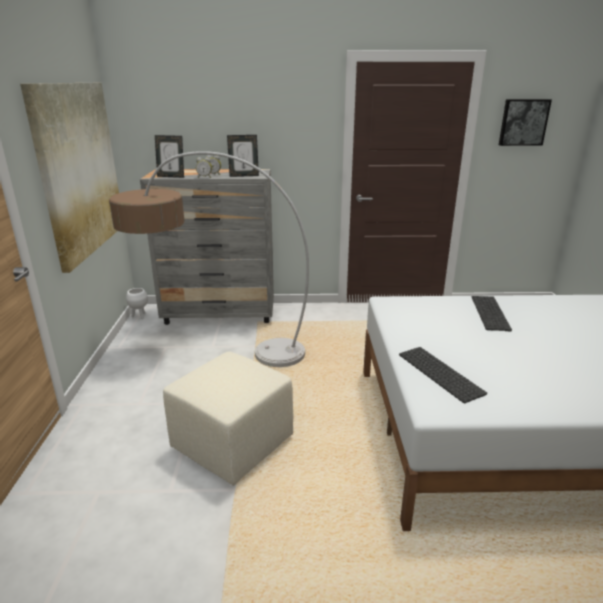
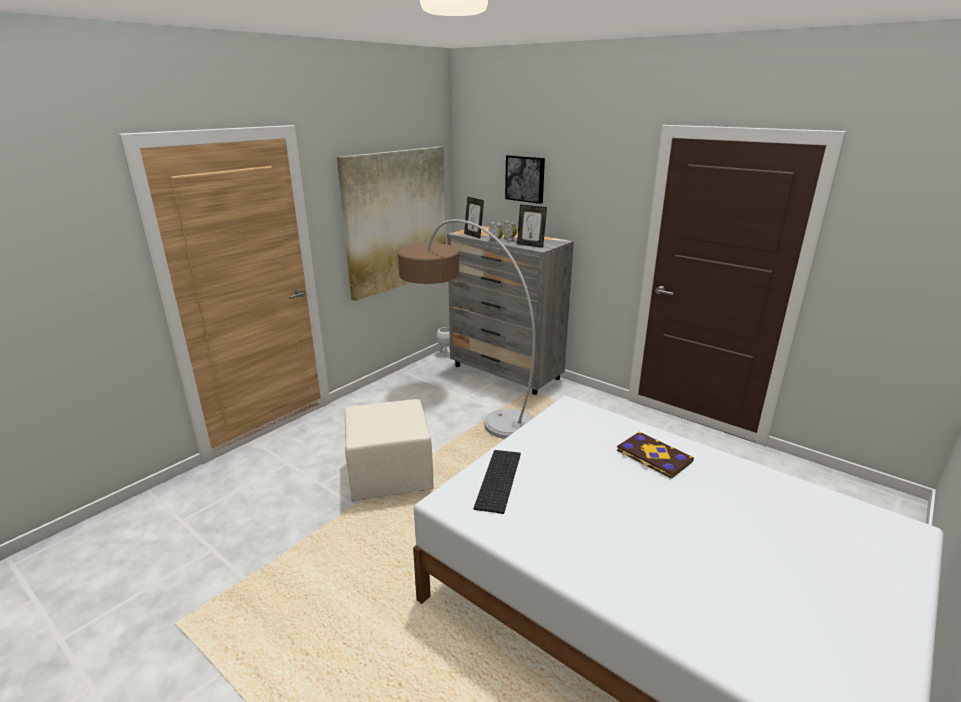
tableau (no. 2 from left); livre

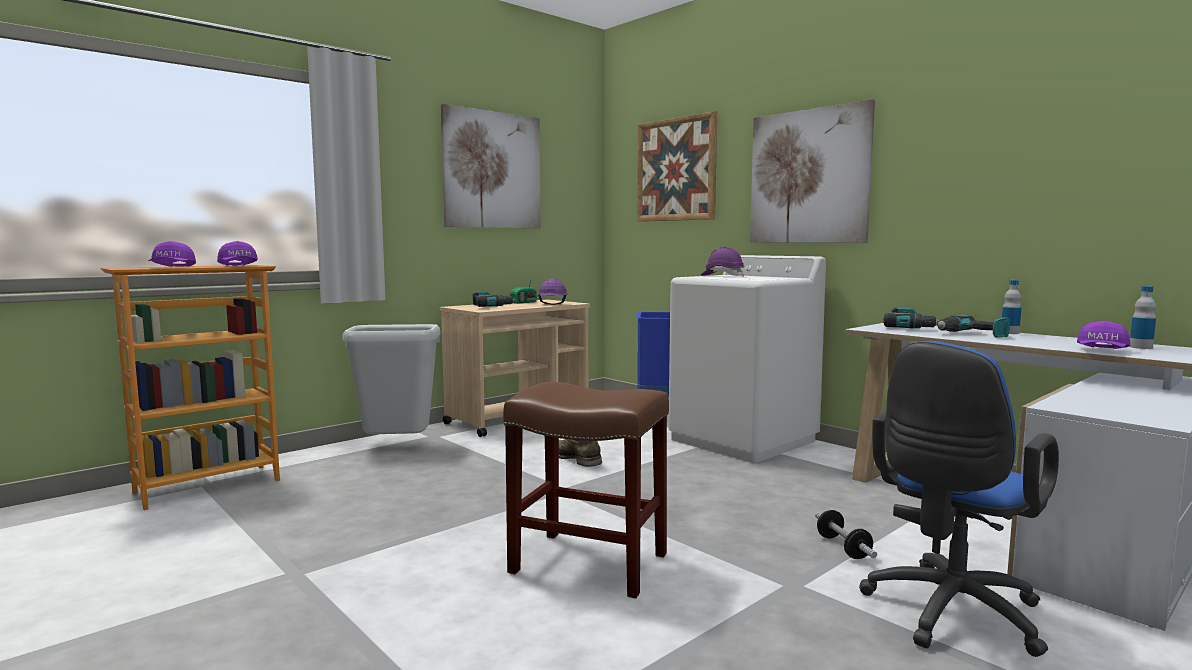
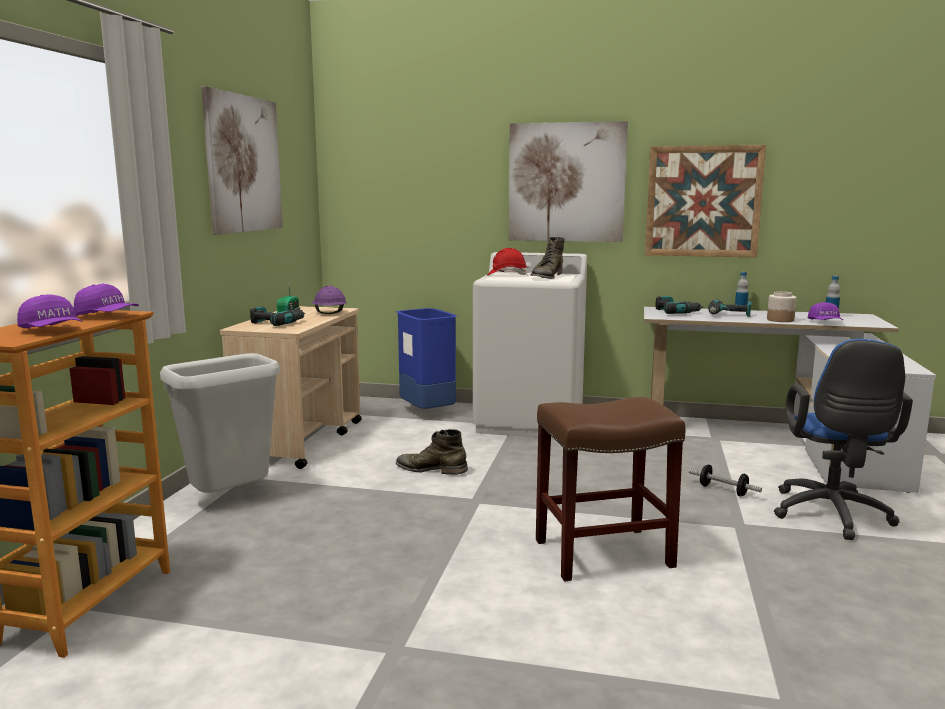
casque de chantier (rouge); botte (vert) (no. 2 from left); tableau (no. 3 from left); bocal

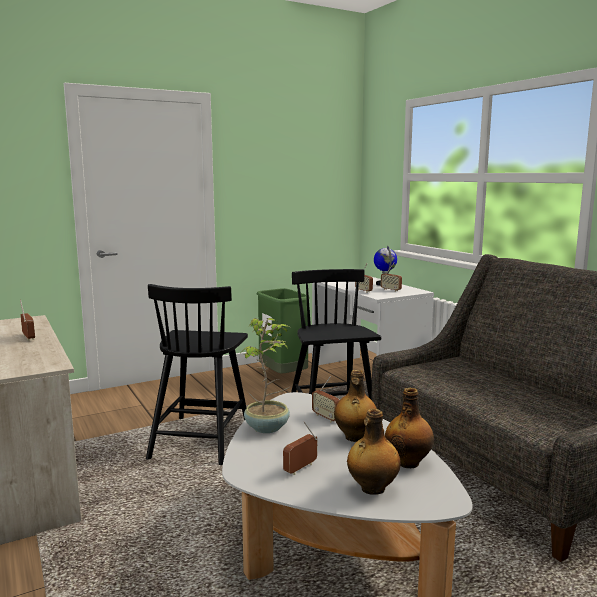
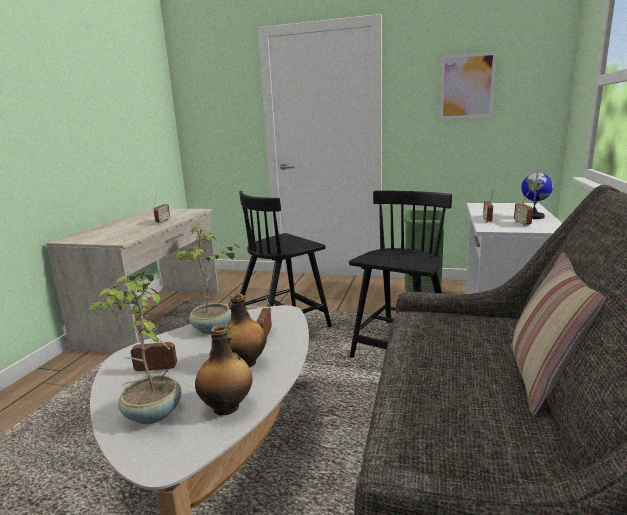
plante en pot (no. 1 from left); tableau; coussin

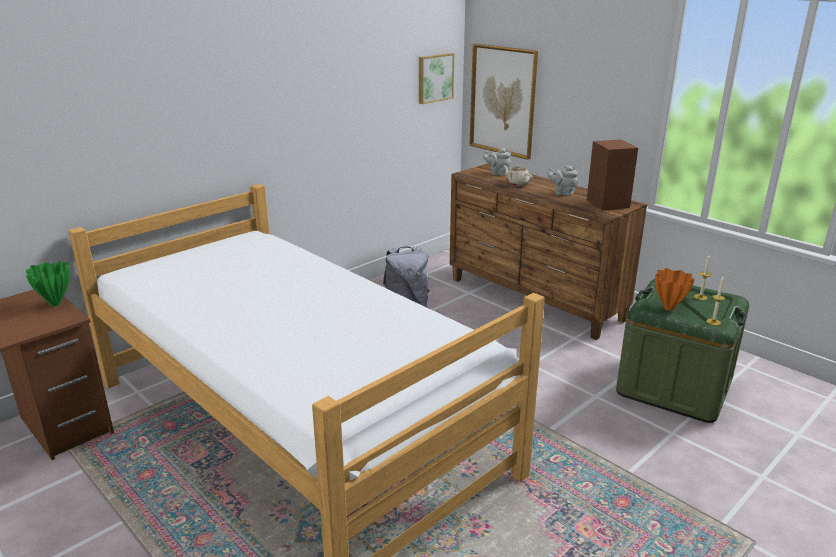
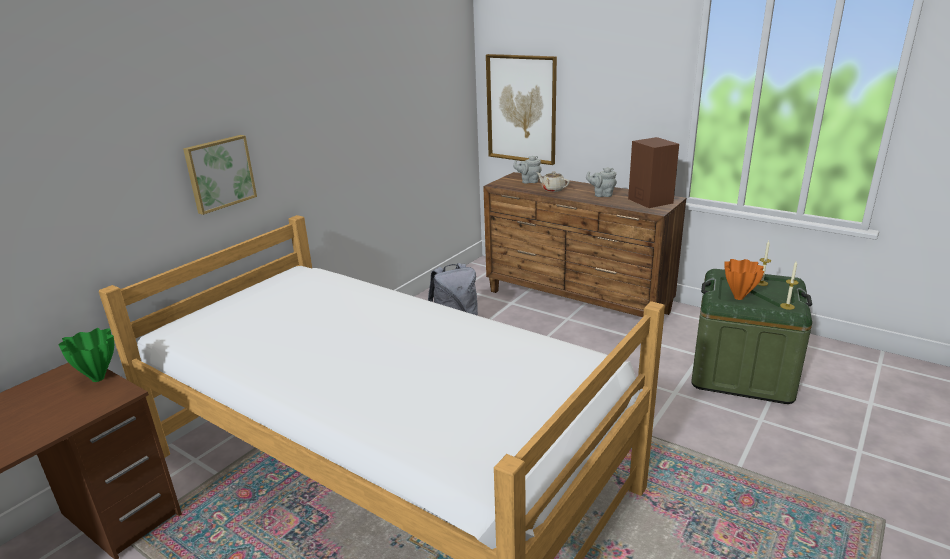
tableau (no. 1 from left)

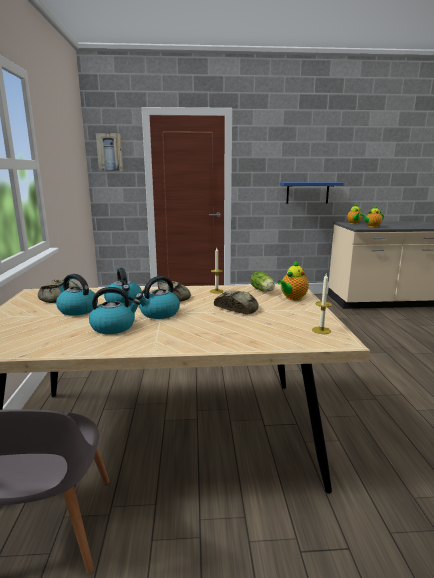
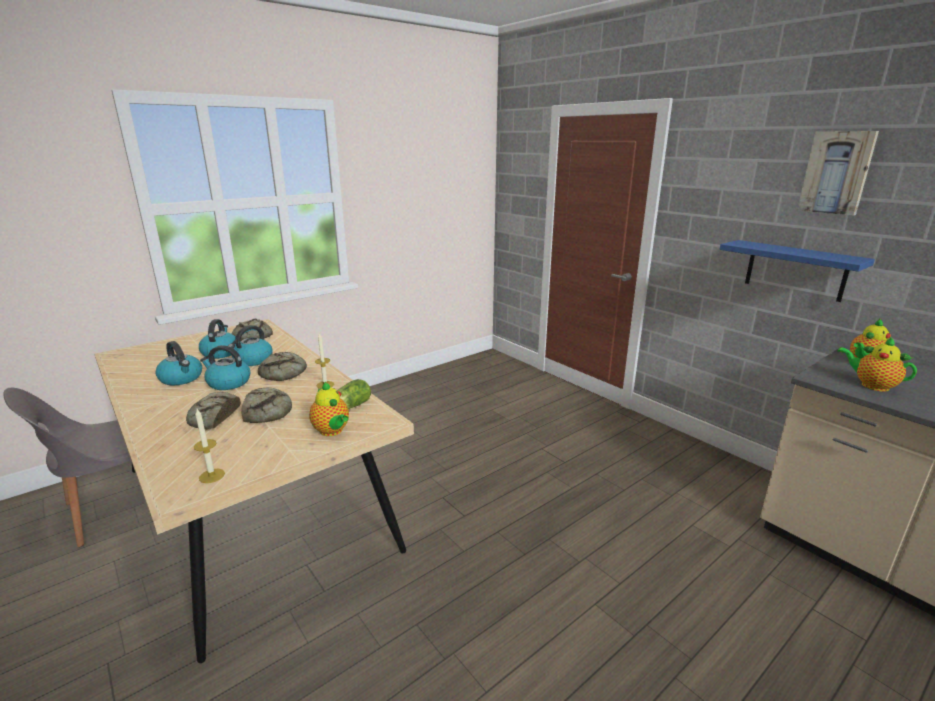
pain (no. 1 from left); théière (no. 1 from left); tableau

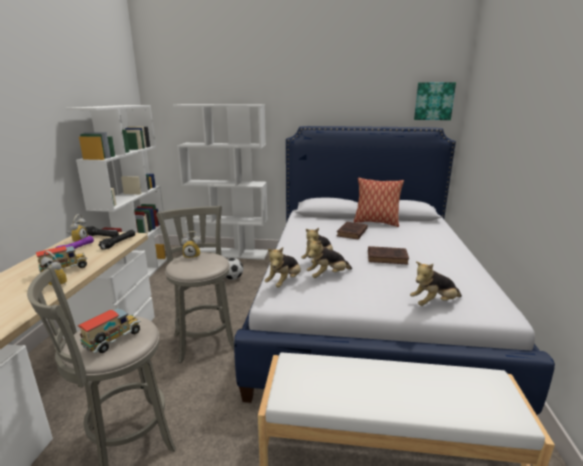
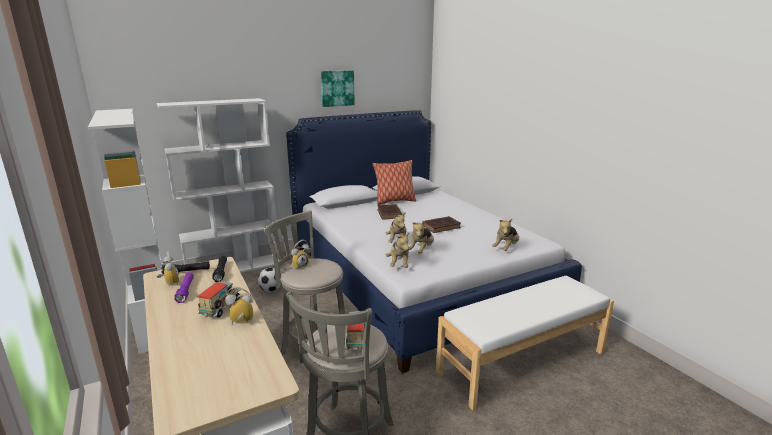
tableau

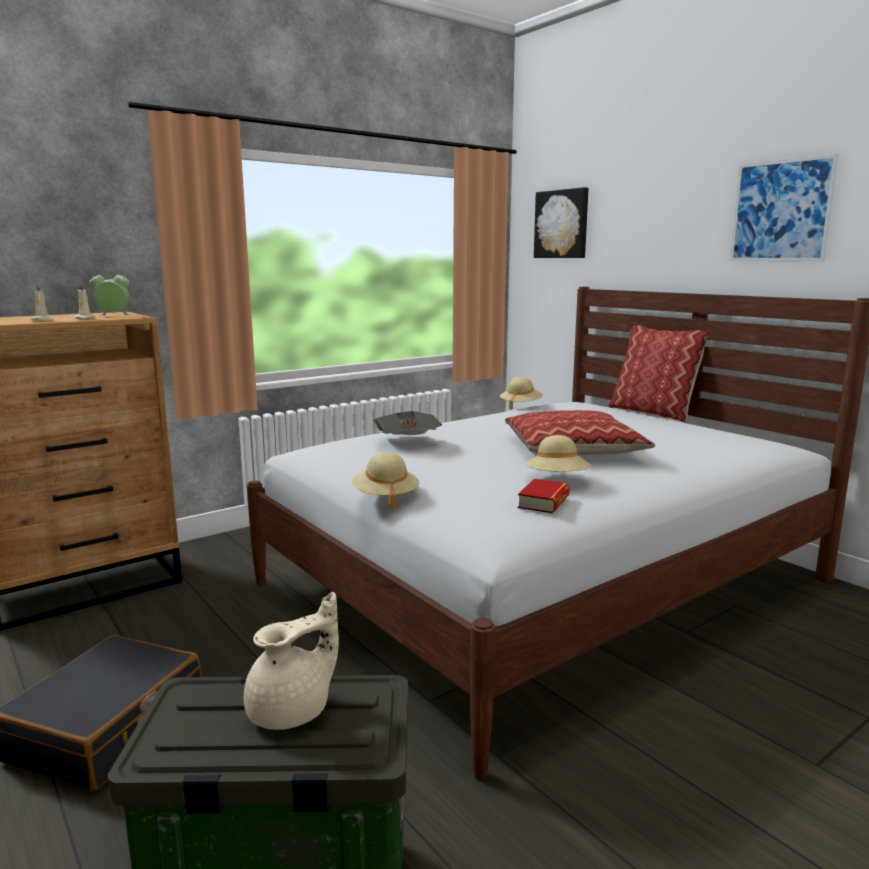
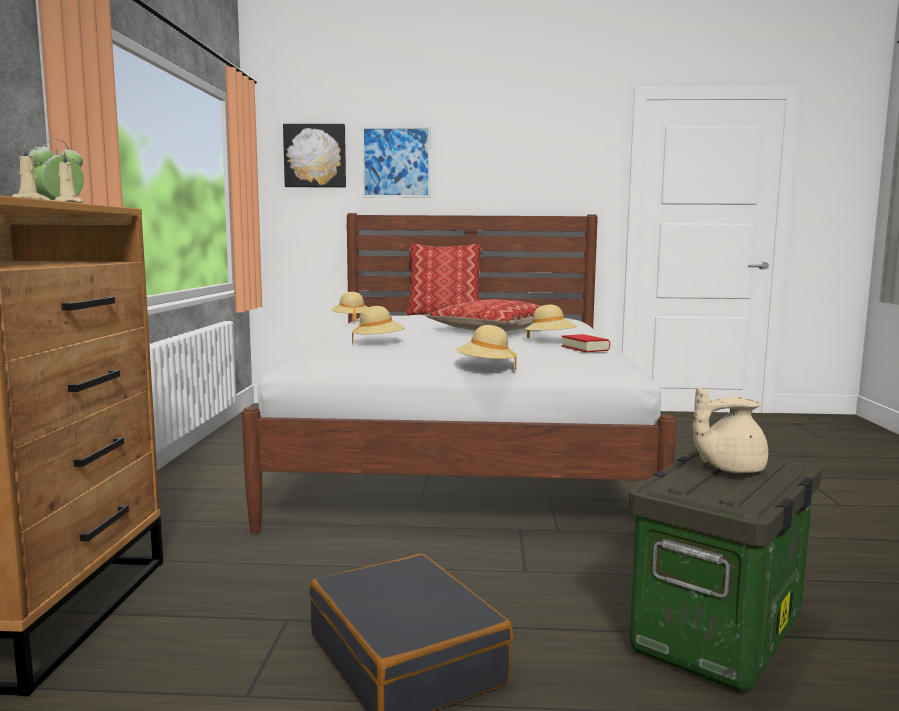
chapeau (beige) (no. 2 from left); tableau (no. 2 from left); théière (beige)

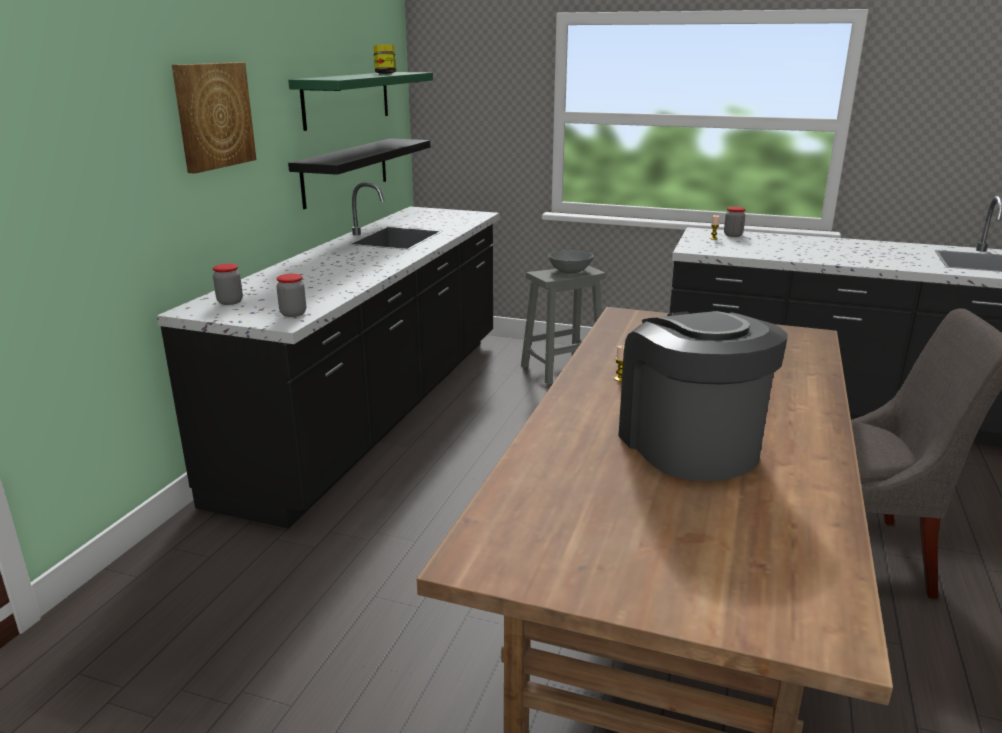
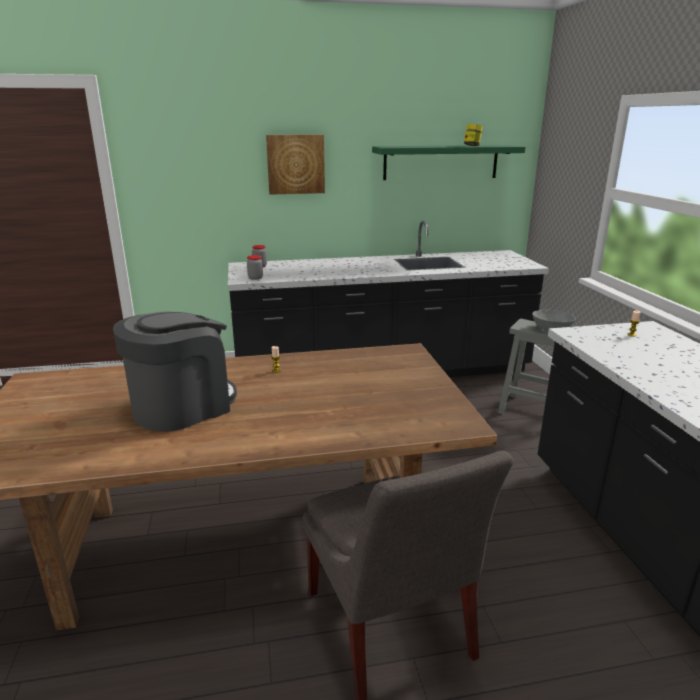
étagère (noir); bocal (no. 4 from left in the first image)

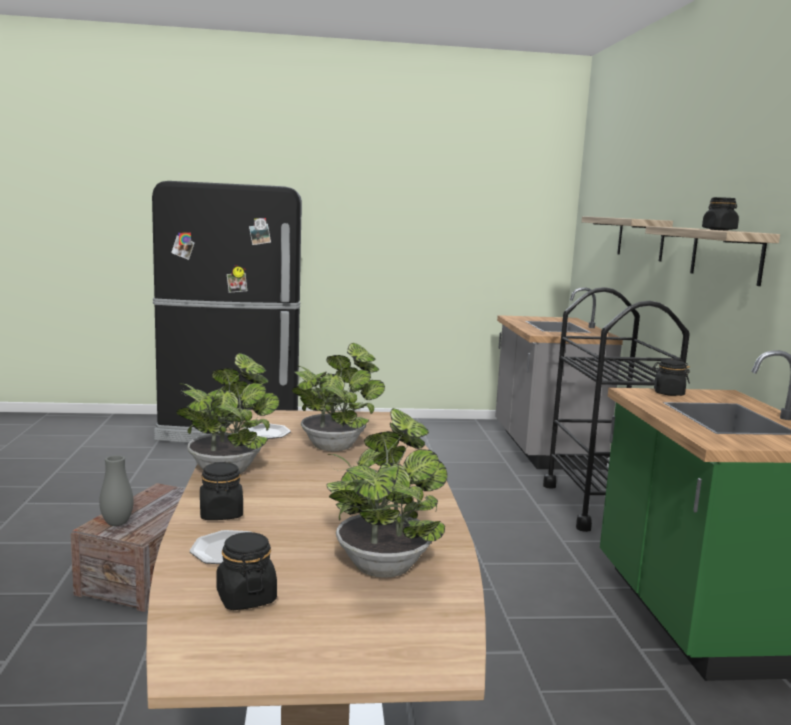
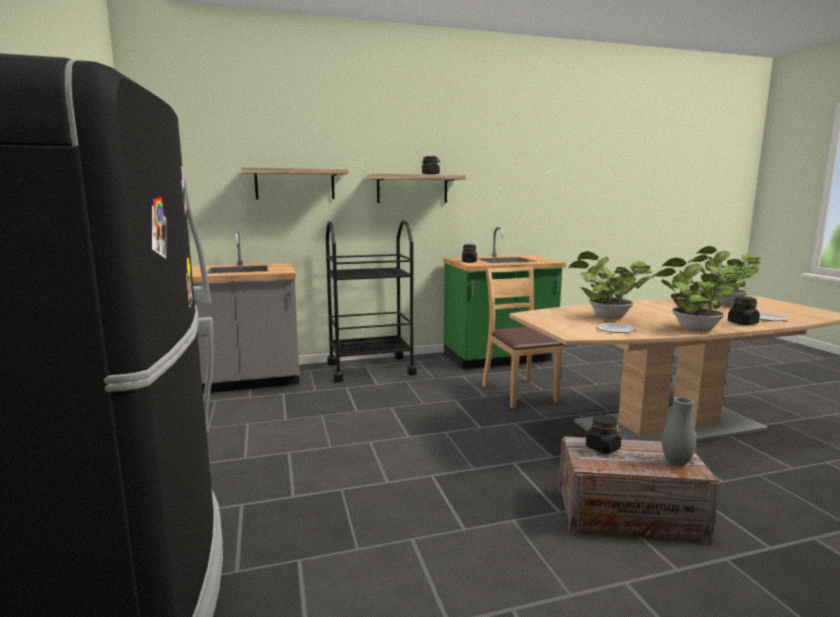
chaise (marron); bocal (noir) (no. 3 from left)

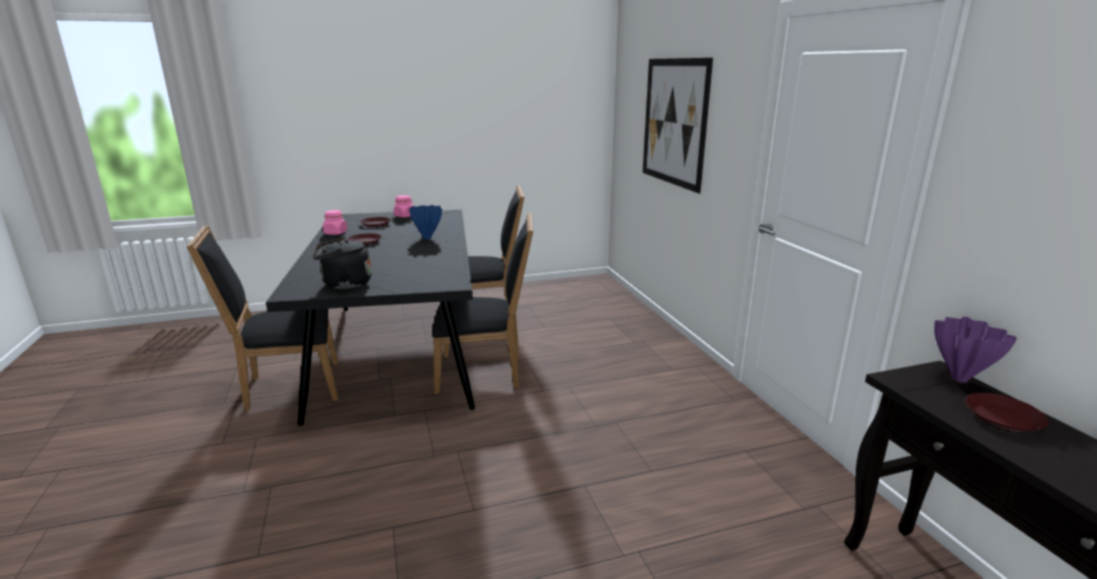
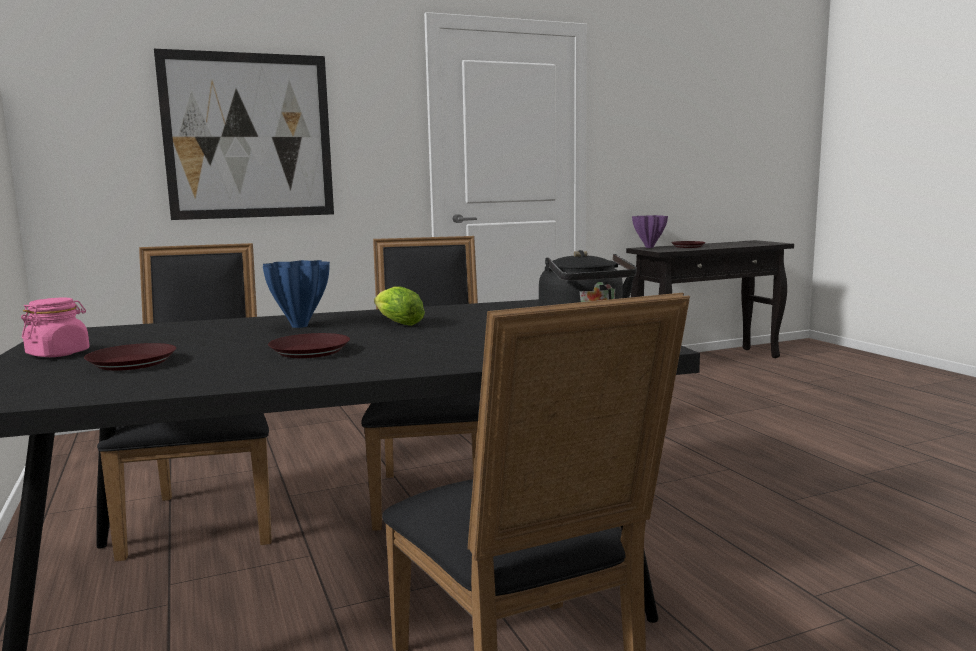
laitue; bocal (rose) (no. 1 from left in the first image)

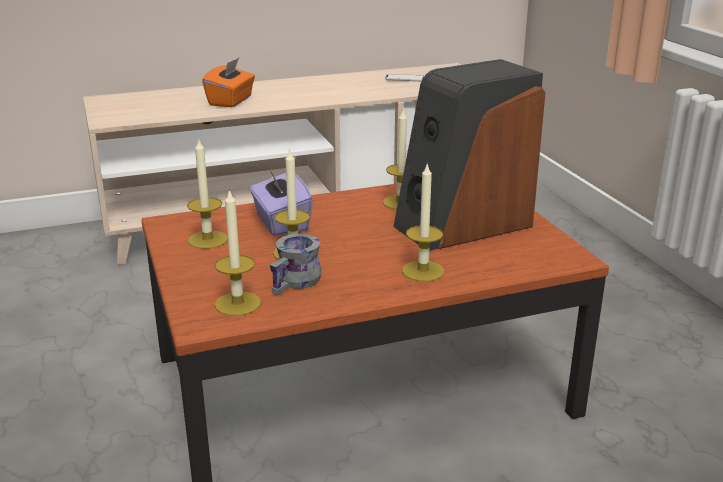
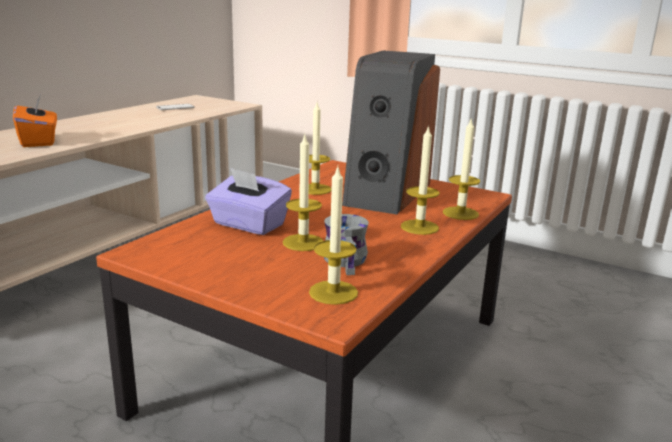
bougie (no. 5 from left)

